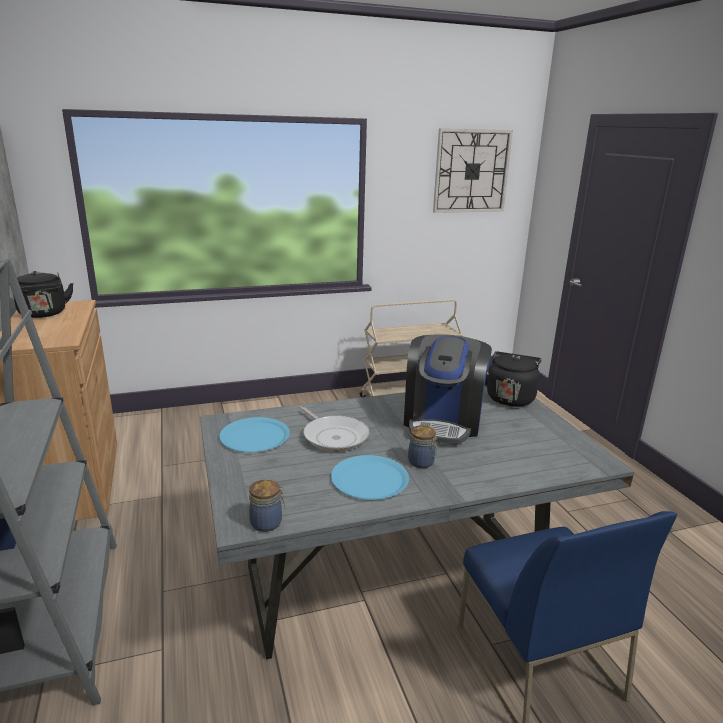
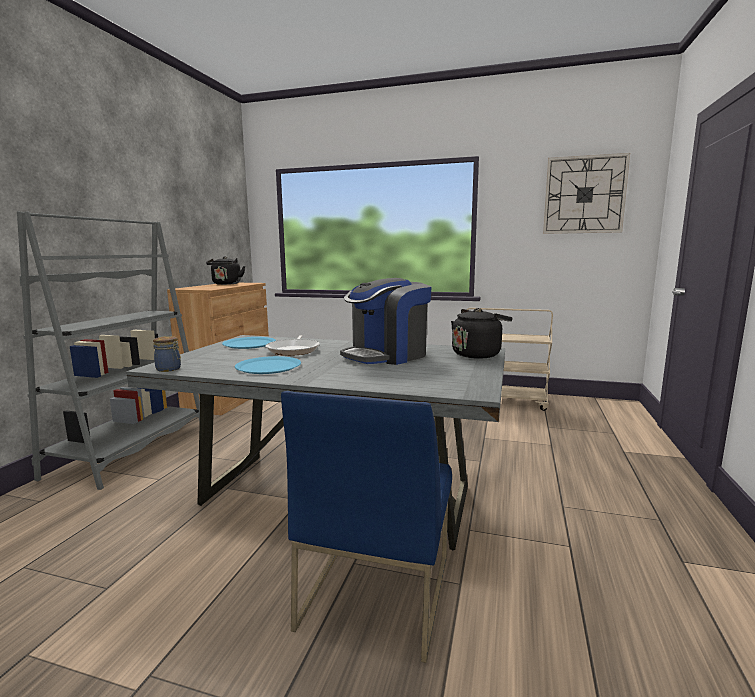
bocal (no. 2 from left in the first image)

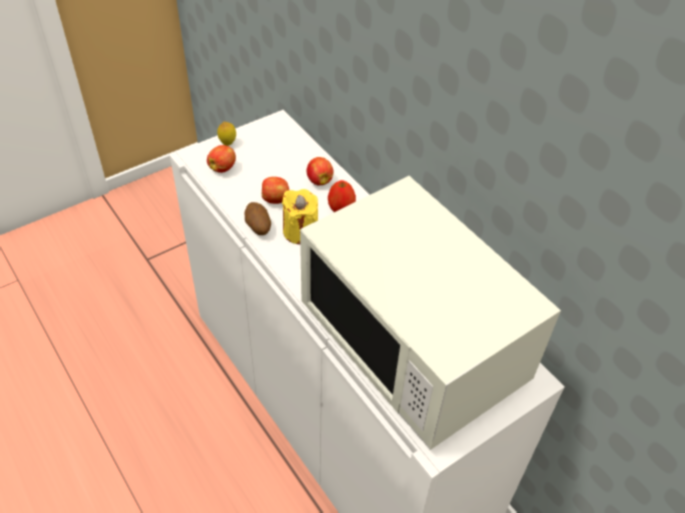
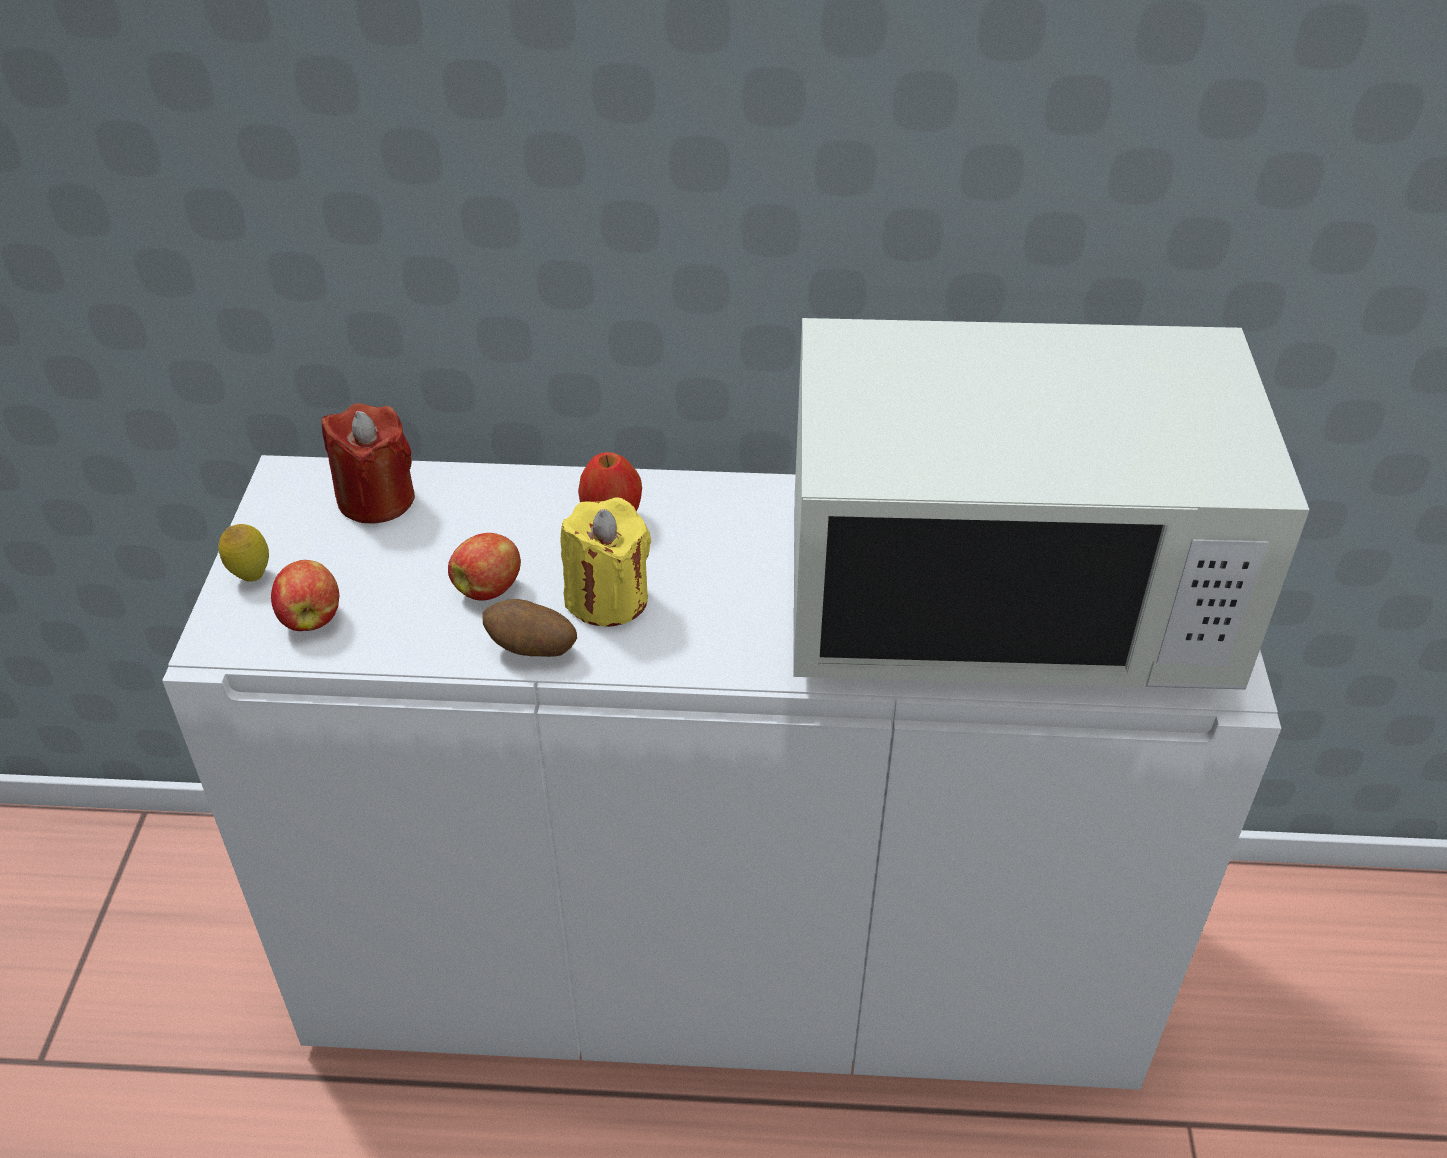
bougie (rouge); pomme (no. 3 from left in the first image)

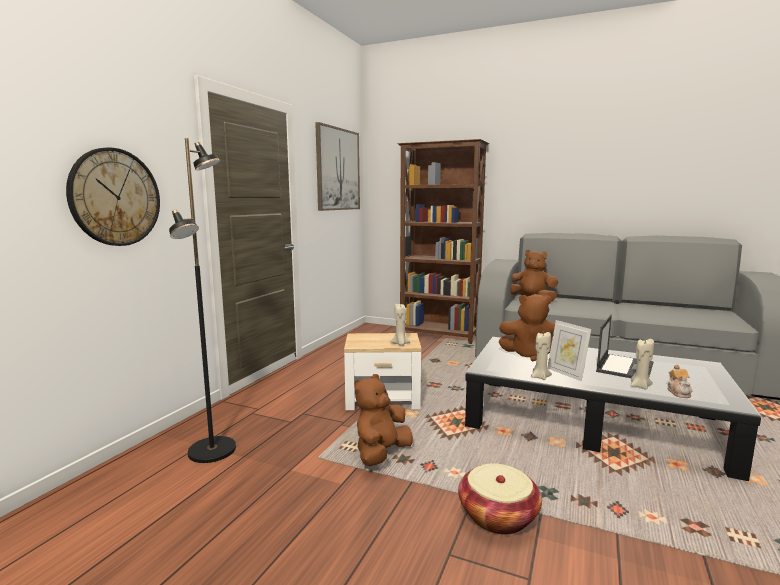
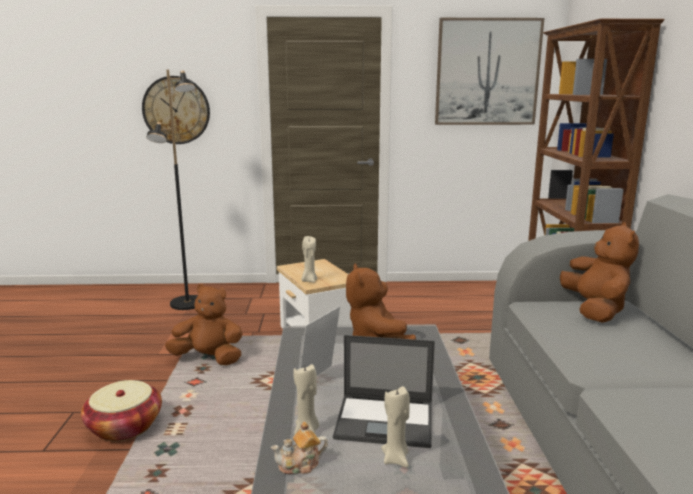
bougie (beige) (no. 3 from left)

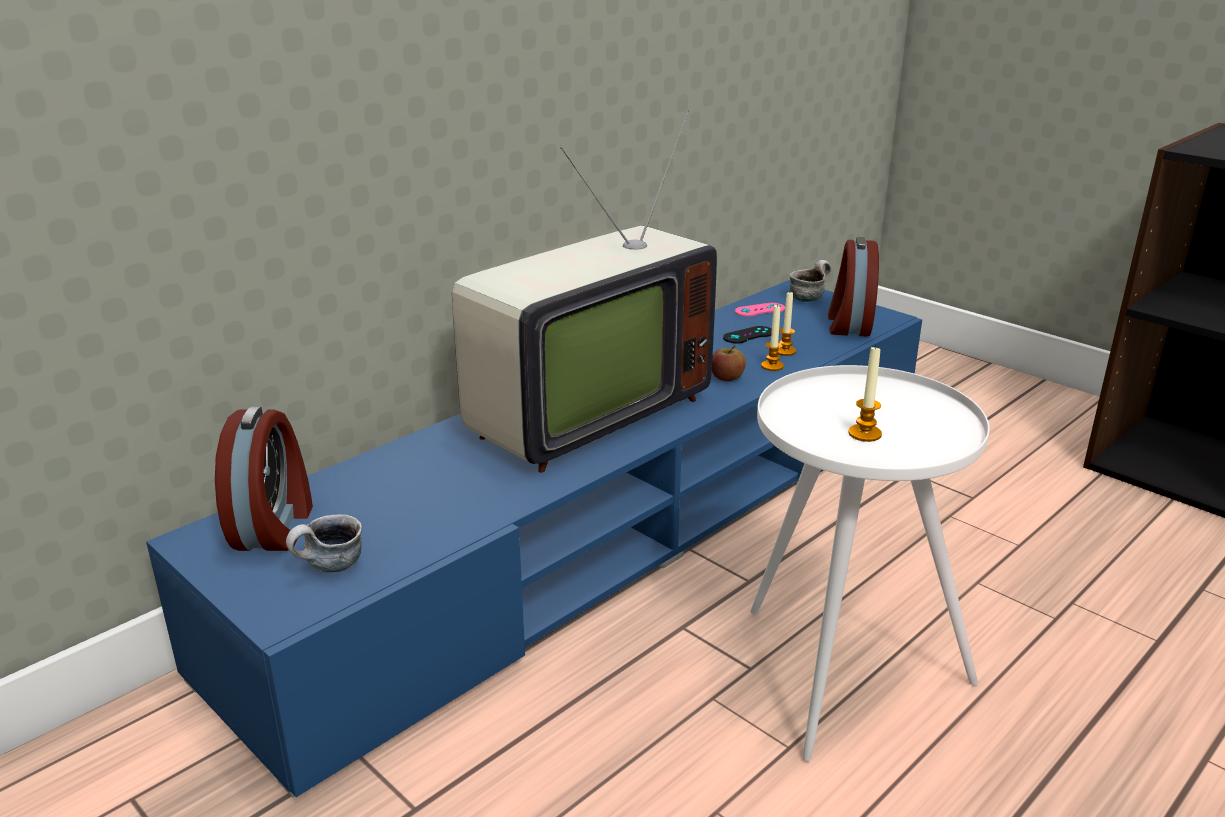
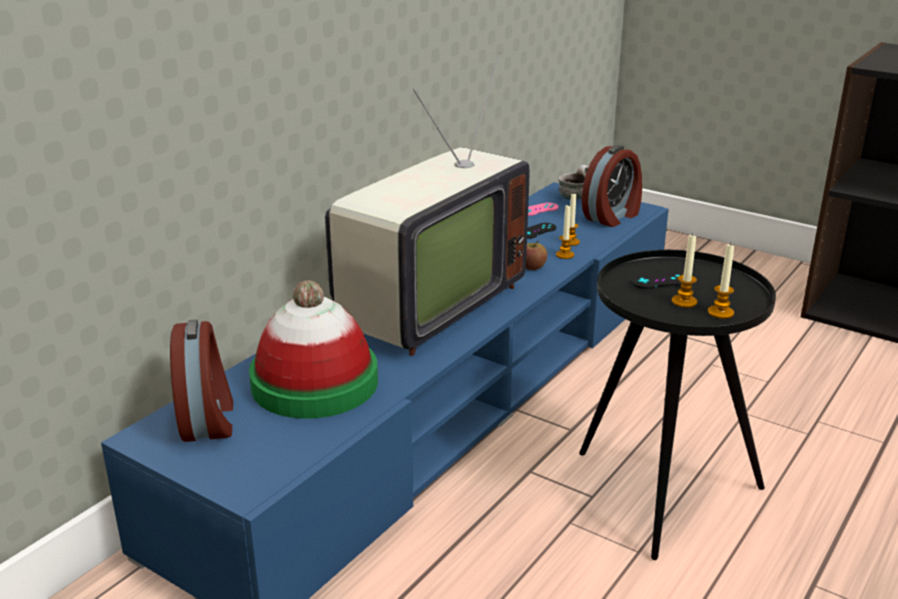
chapeau; table d'appoint (noir); réveil (no. 2 from left); manette (noir) (no. 2 from left); bougie (no. 4 from left); mug (no. 1 from left in the first image)

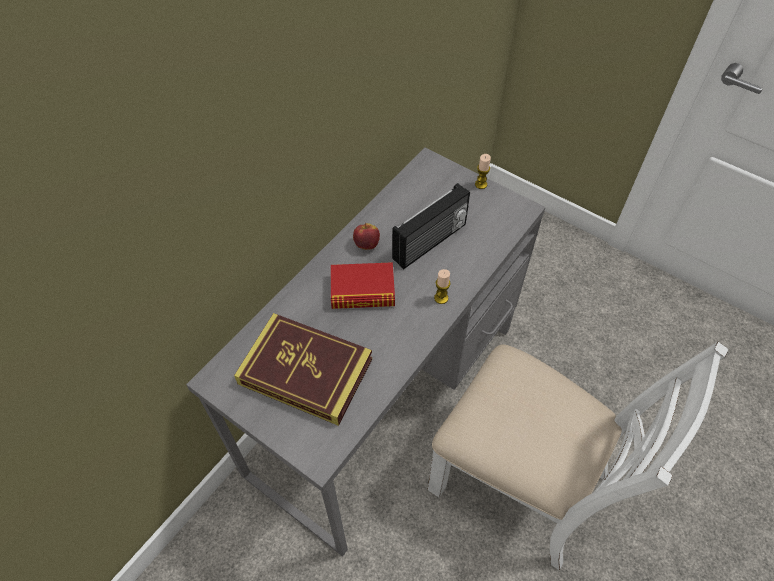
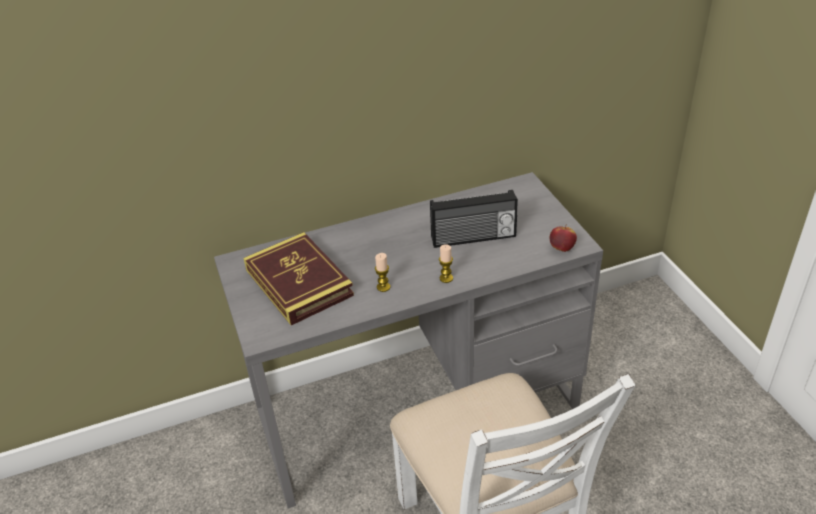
bougie (no. 1 from left); pomme; livre (no. 2 from left in the first image)

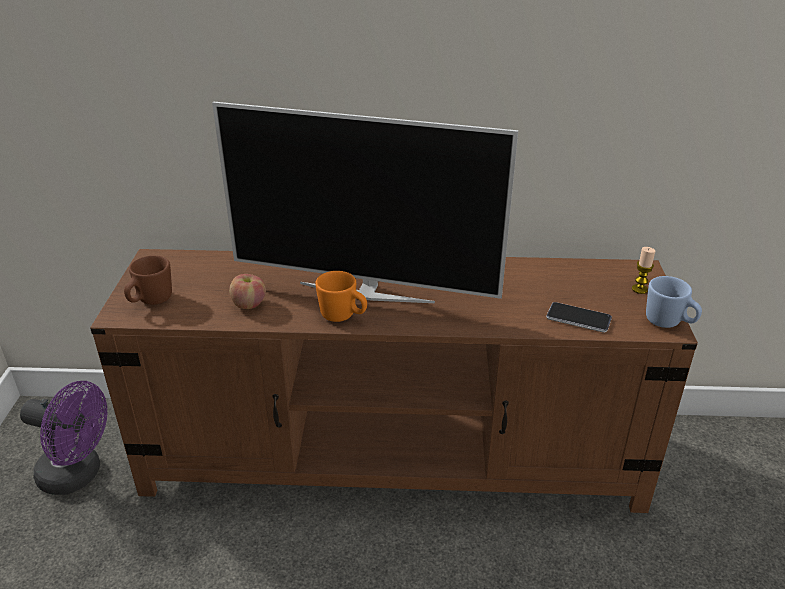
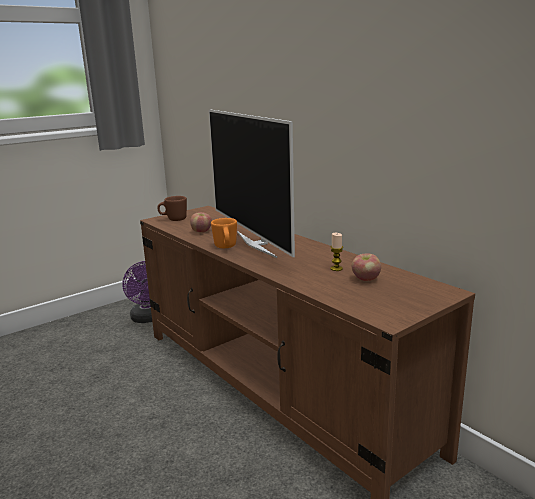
bougie; pomme (no. 2 from left); téléphone; mug (bleu)

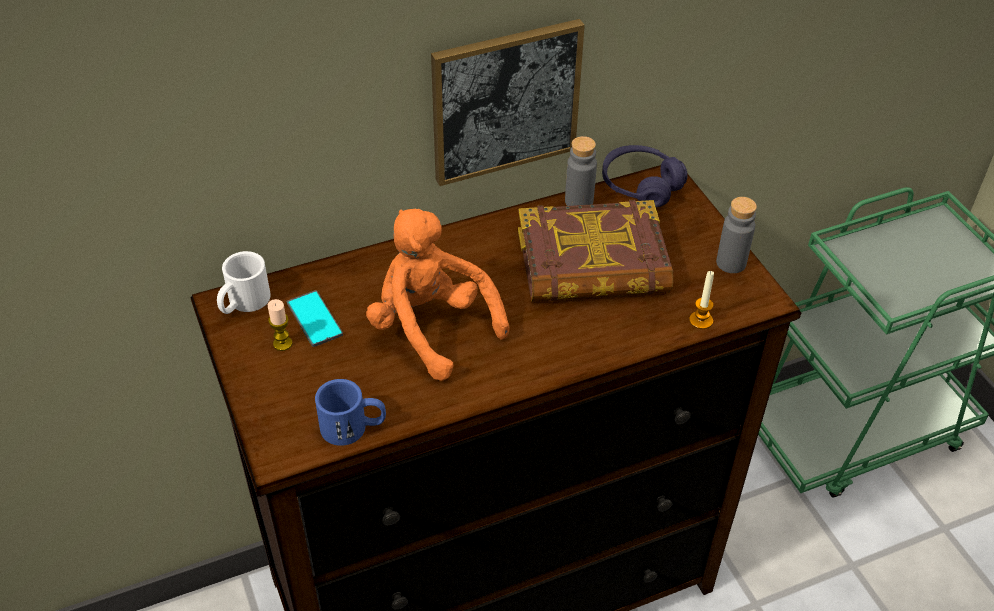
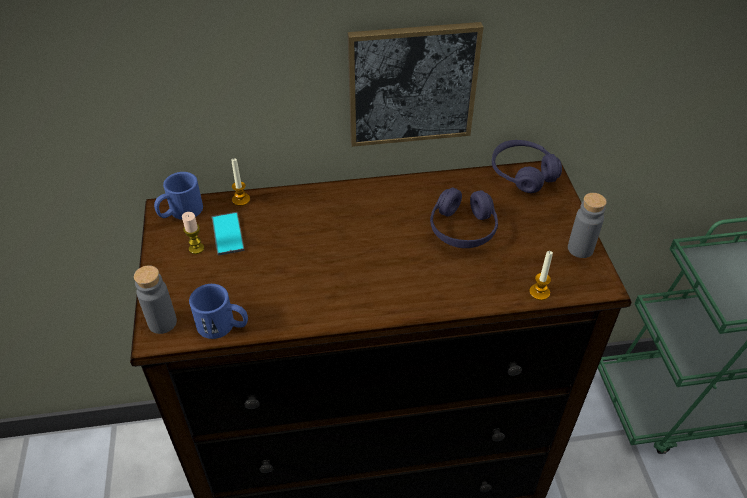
bouteille (gris) (no. 1 from left); mug (bleu) (no. 1 from left); bougie (no. 2 from left); casque audio (violet) (no. 1 from left); peluche (orange)

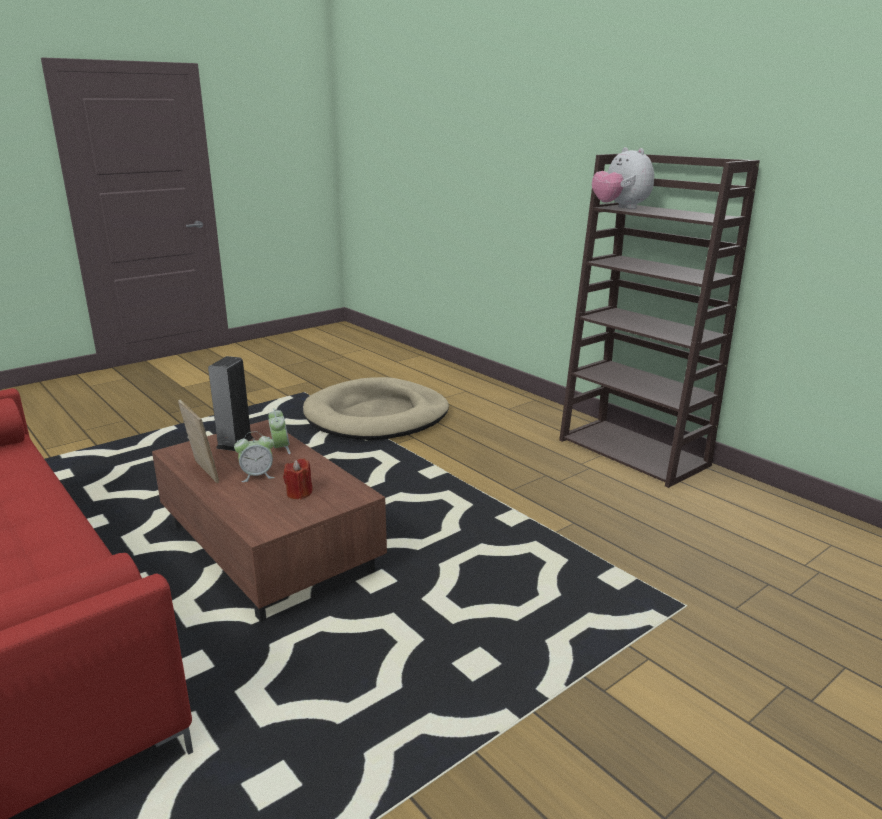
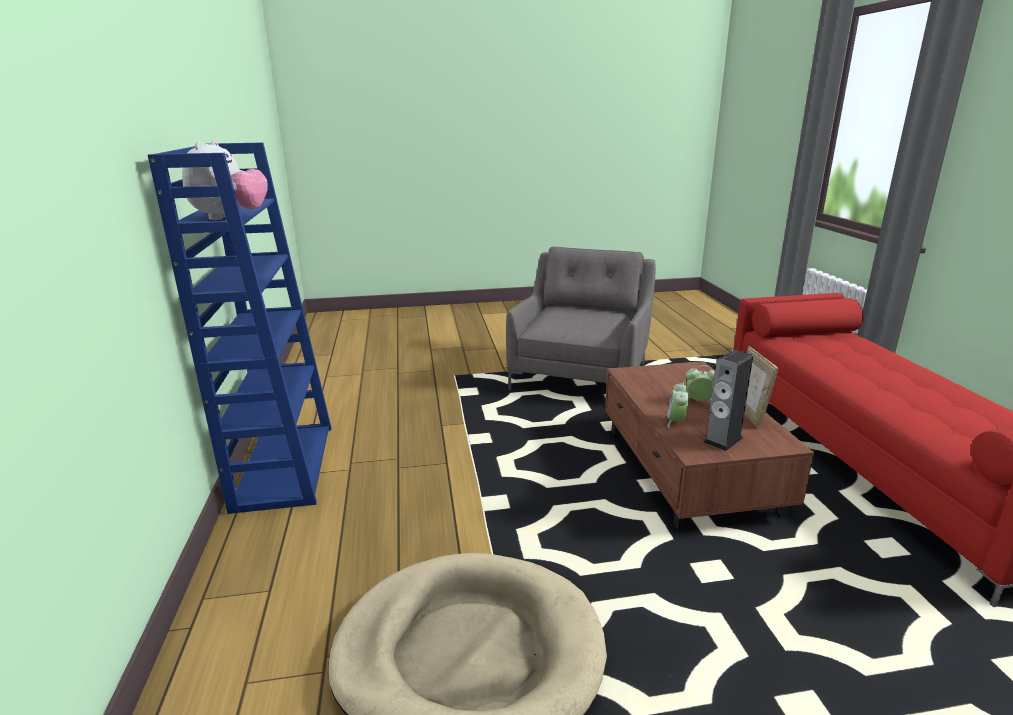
bibliothèque (bleu); fauteuil (gris); bougie (rouge)

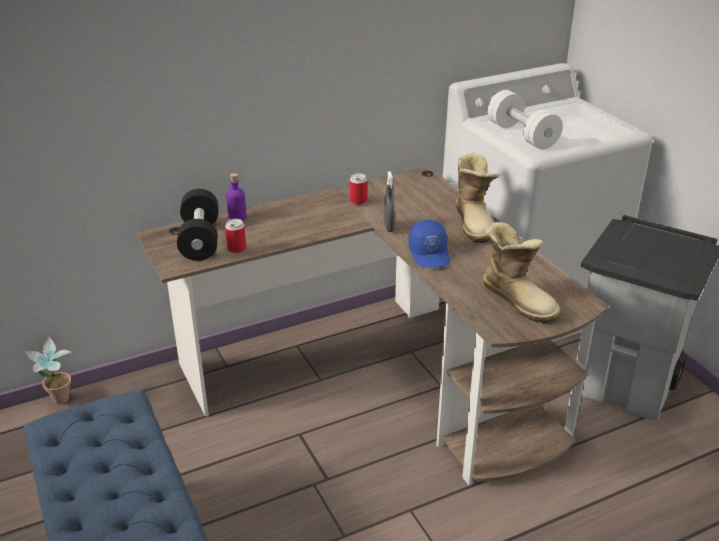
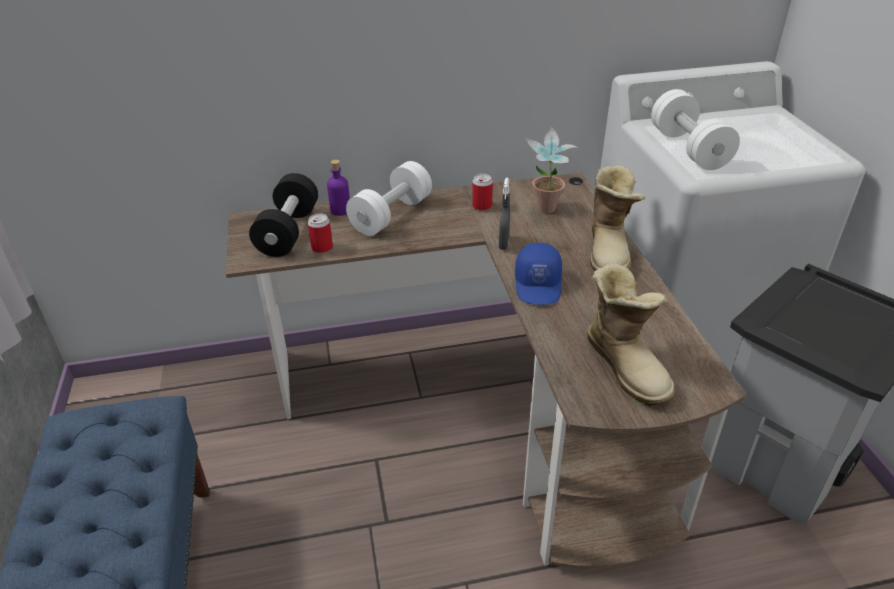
haltère (blanc) (no. 1 from left); plante en pot

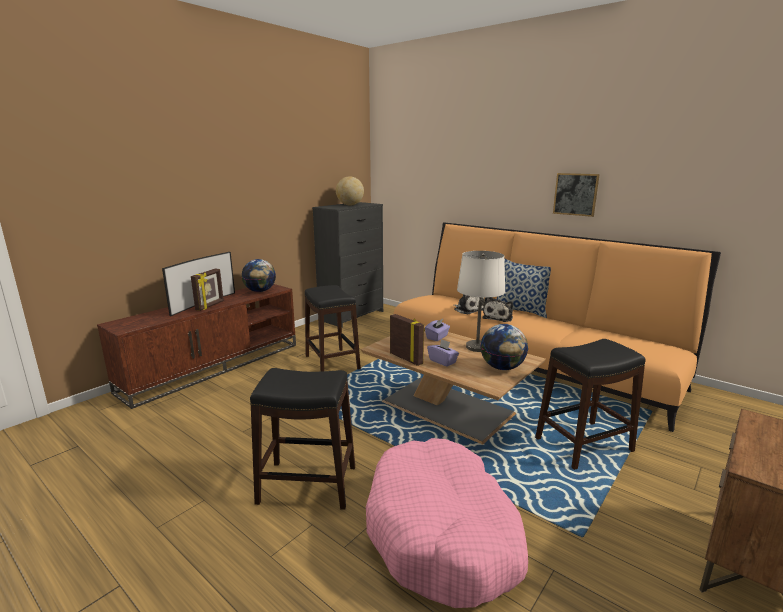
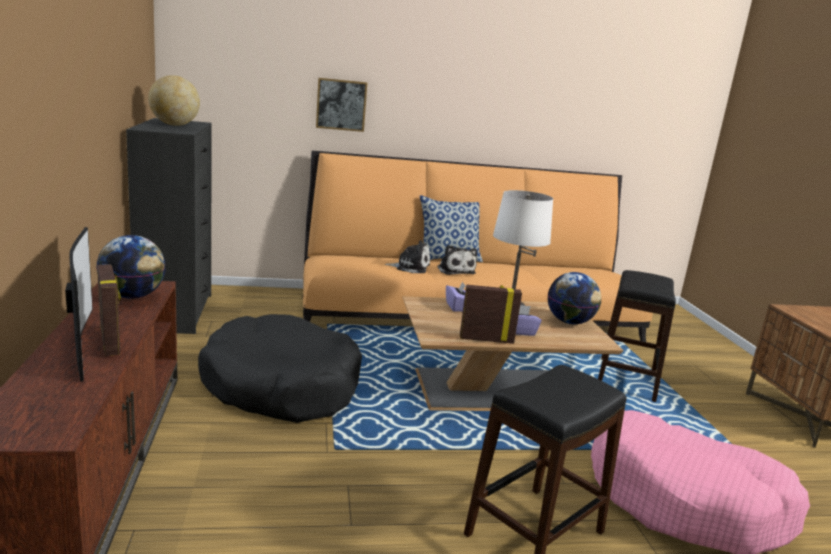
panier pour chien (noir); tableau

